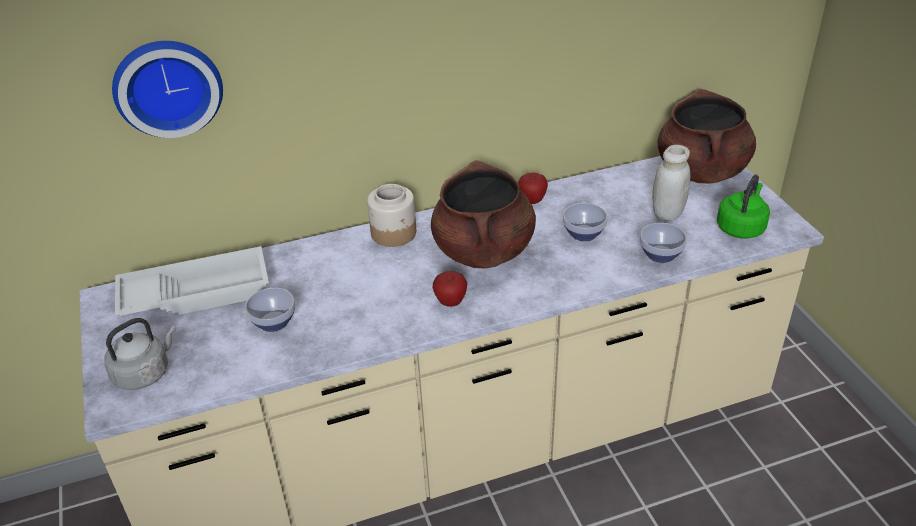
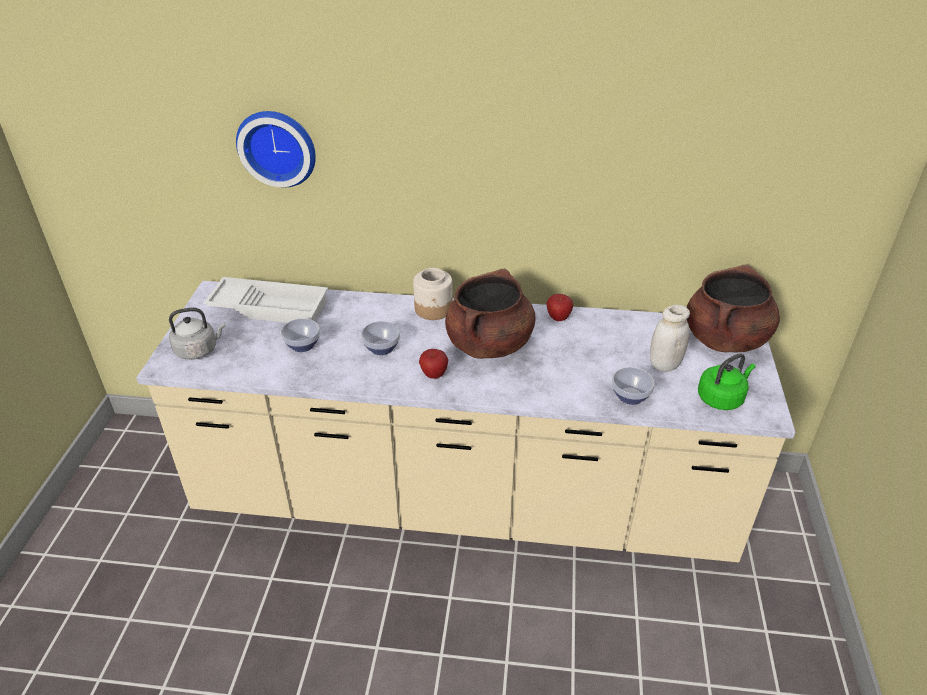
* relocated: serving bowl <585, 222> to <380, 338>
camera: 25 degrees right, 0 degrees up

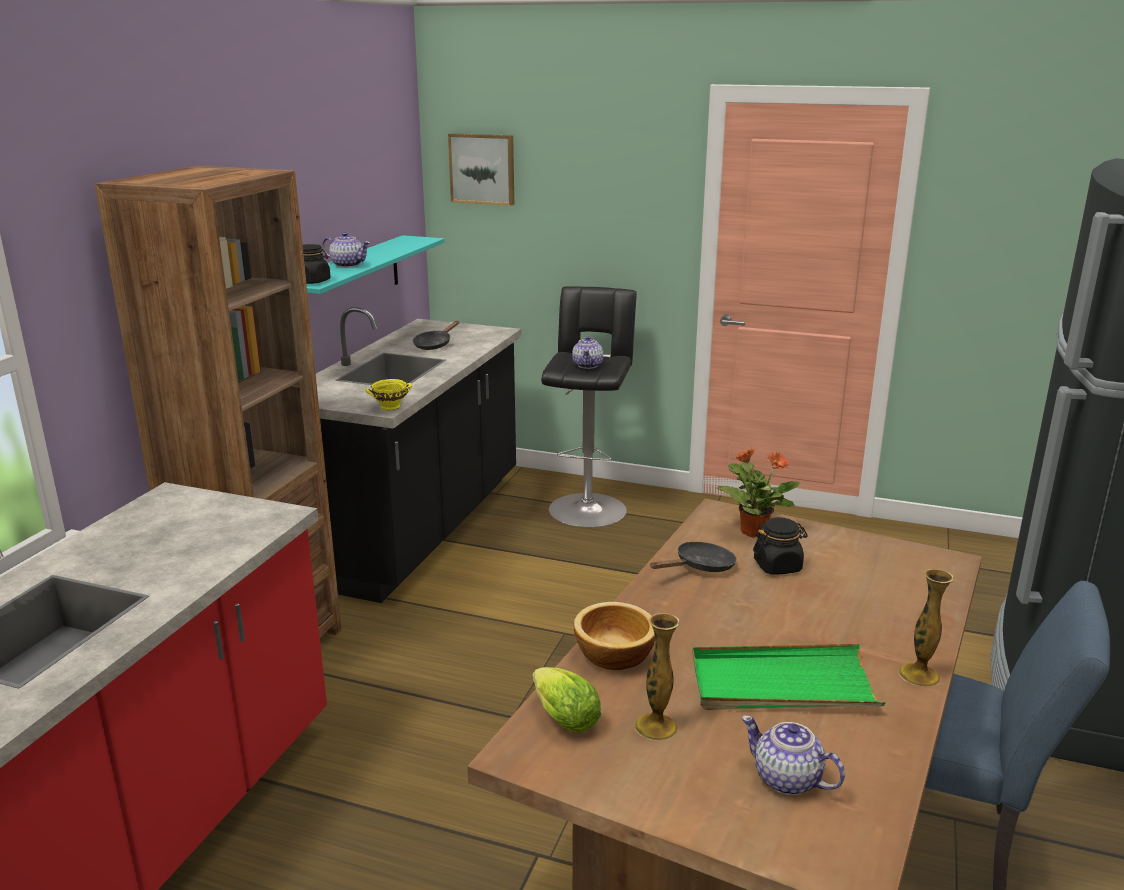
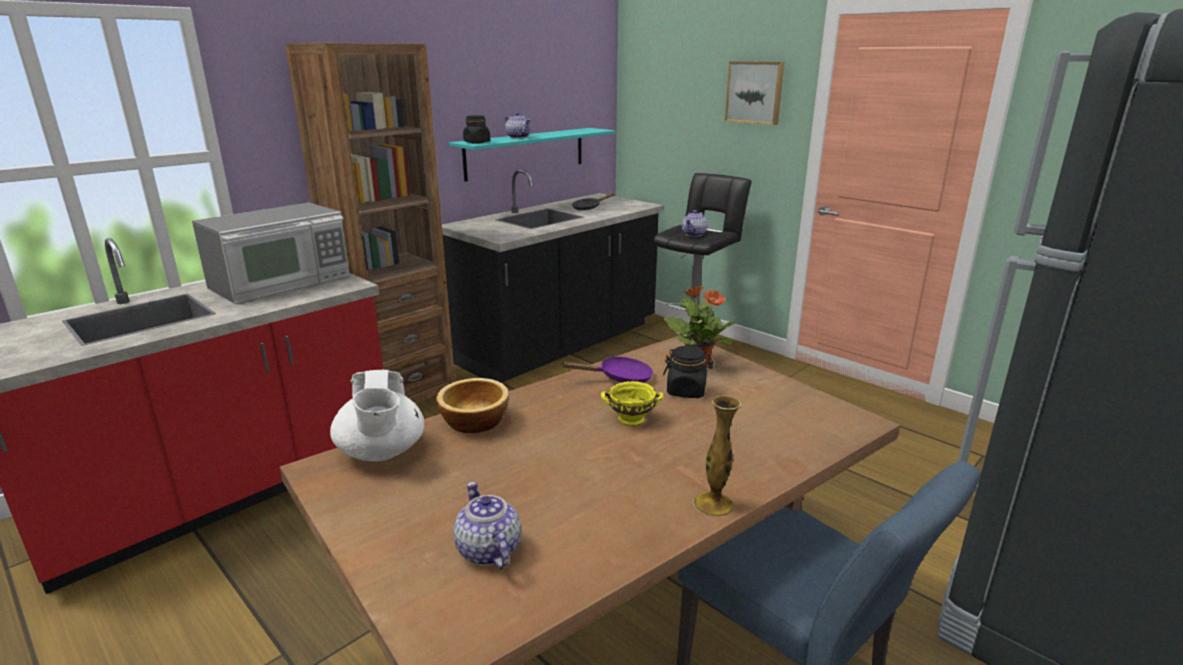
* appeared: microwave <271, 253>
* exchanged: lettuce head <567, 700> to white teapot <377, 416>
* colour: black skillet <693, 557> to purple-coloured skillet <607, 369>
* relocated: yellow serving bowl <388, 394> to <632, 403>
* relocated: picture <481, 169> to <754, 93>
* missing: flower vase <657, 676>
* missing: green tray <789, 676>
camera: 25 degrees right, 0 degrees up

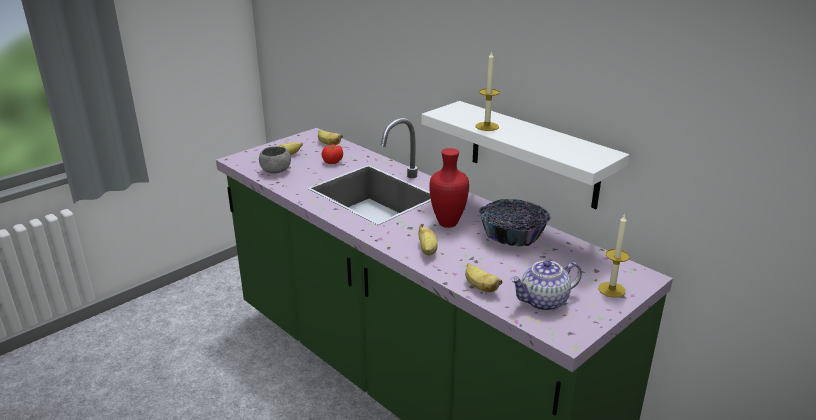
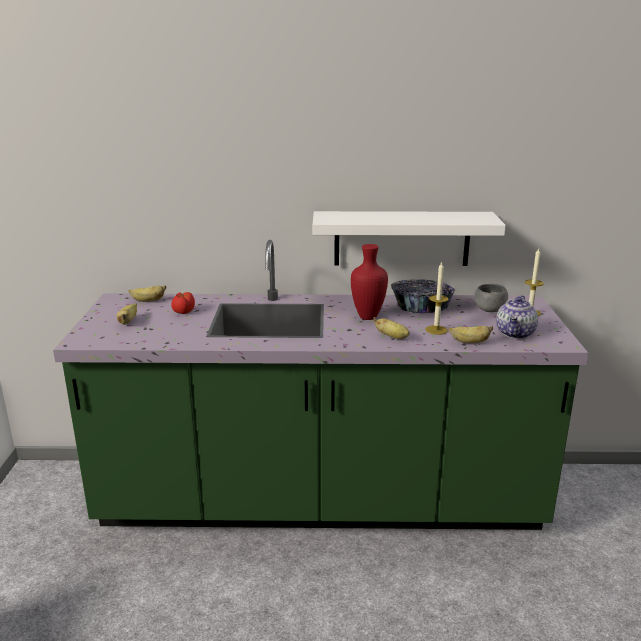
* relocated: wax candle <487, 91> to <437, 298>
* relocated: grey serving bowl <275, 159> to <491, 298>
camera: 45 degrees left, 5 degrees down

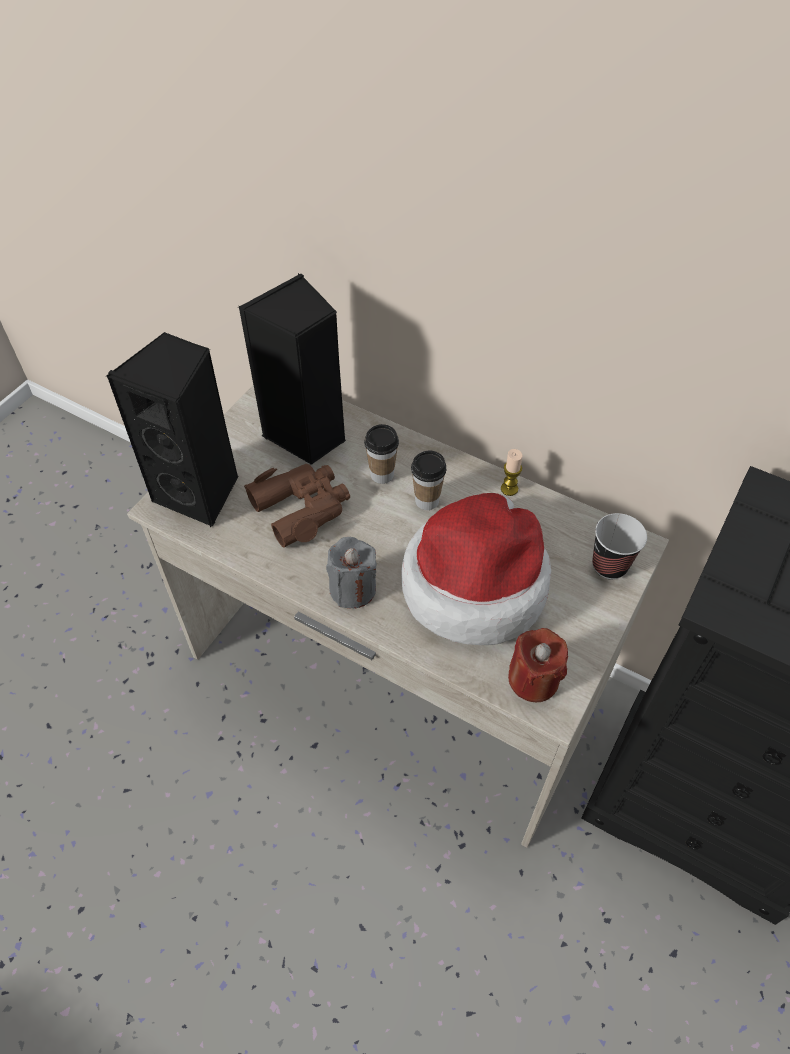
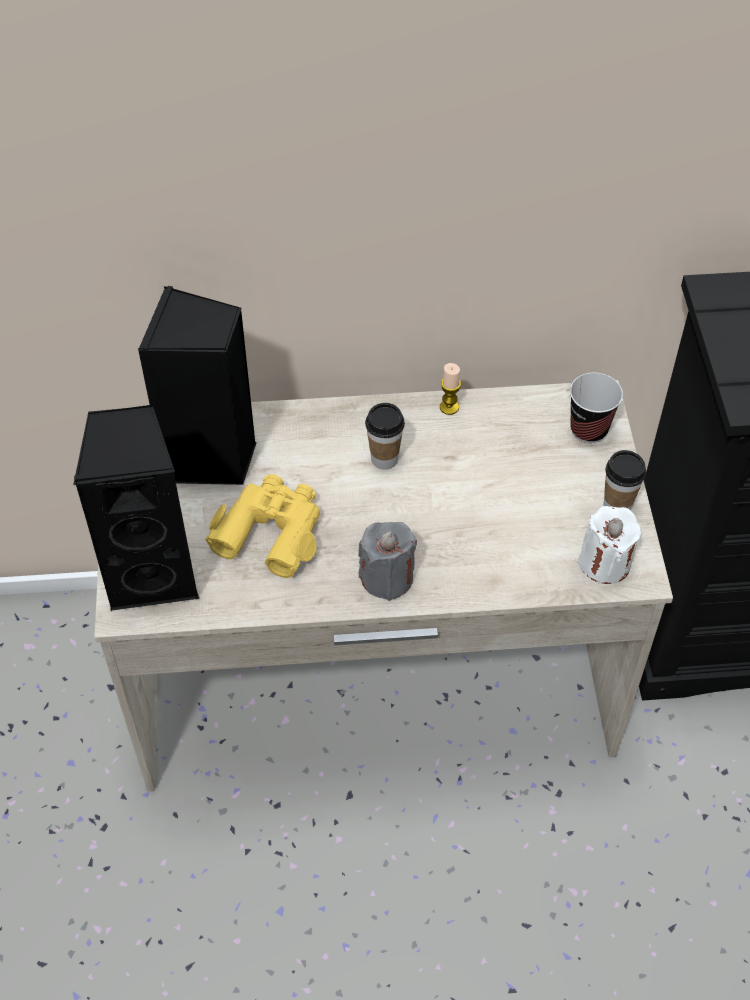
* colour: brownish field glasses <297, 506> to yellow field glasses <262, 526>
* colour: red wax candle <538, 665> to white wax candle <610, 545>
* relocated: small cup <381, 454> to <625, 480>
* missing: hat <476, 569>
camera: 35 degrees left, 0 degrees up

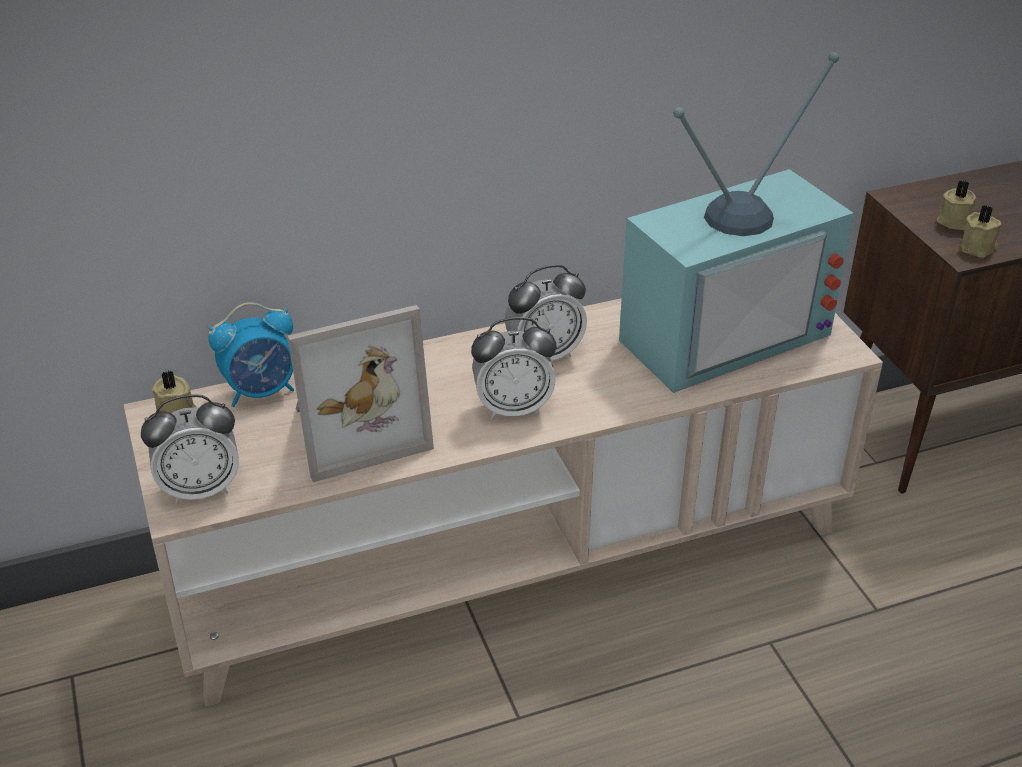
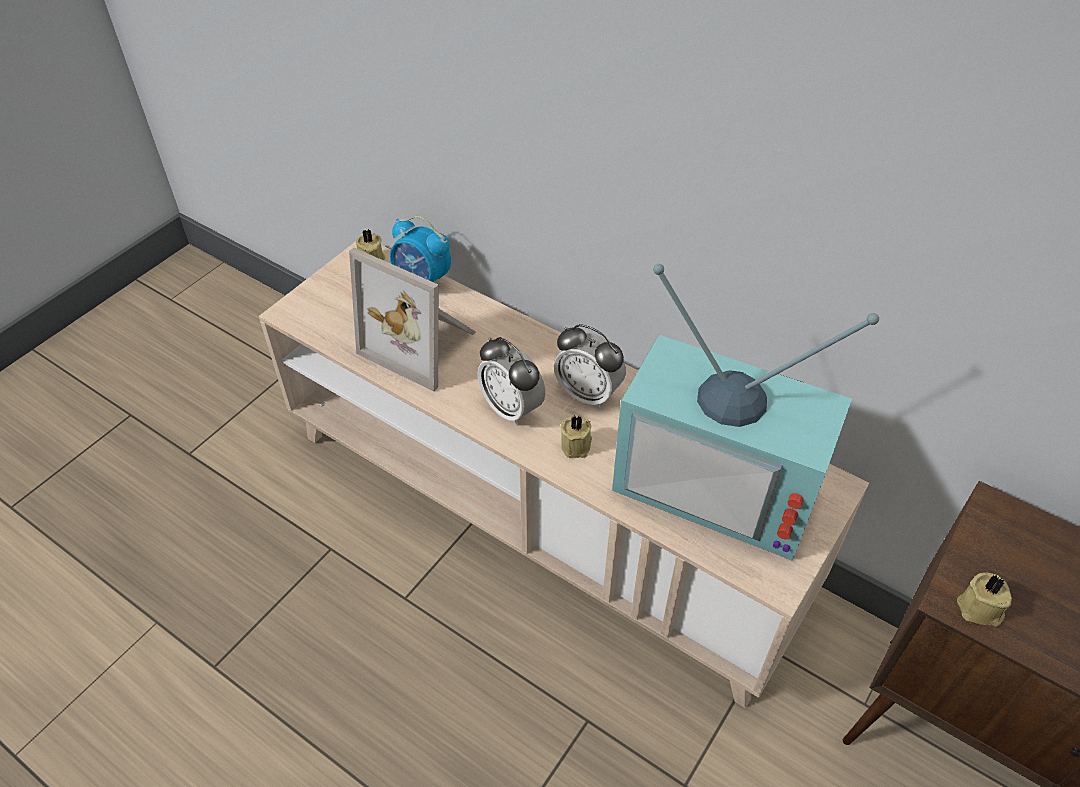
* relocated: beige wax candle <956, 205> to <576, 436>
* missing: table clock <190, 449>
camera: 55 degrees right, 10 degrees up

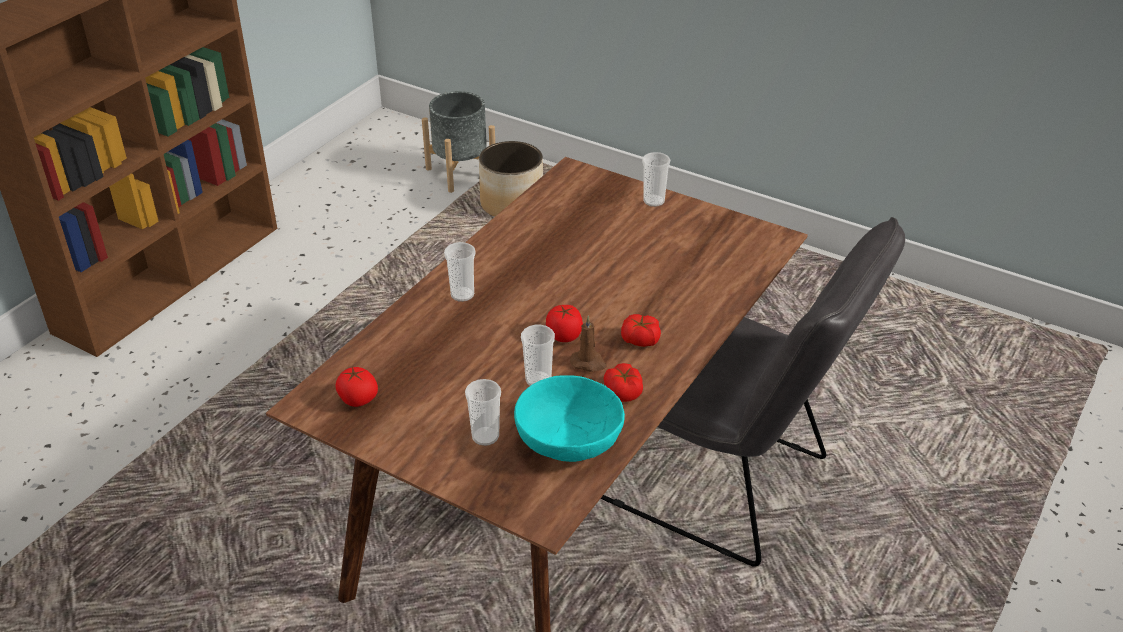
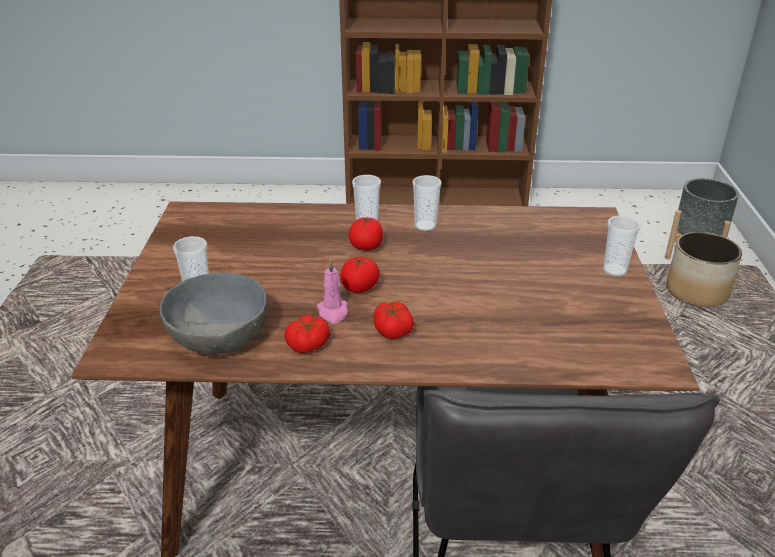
* colour: blue-green serving bowl <569, 418> to grey serving bowl <213, 313>
* colour: brownish wax candle <588, 343> to pink wax candle <332, 291>
* relocated: tomato <356, 386> to <366, 234>
* relocated: small cup <538, 355> to <427, 203>
camera: 60 degrees right, 5 degrees down

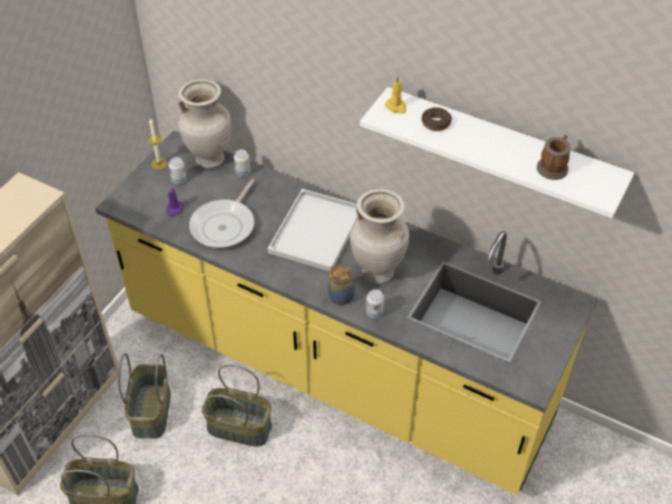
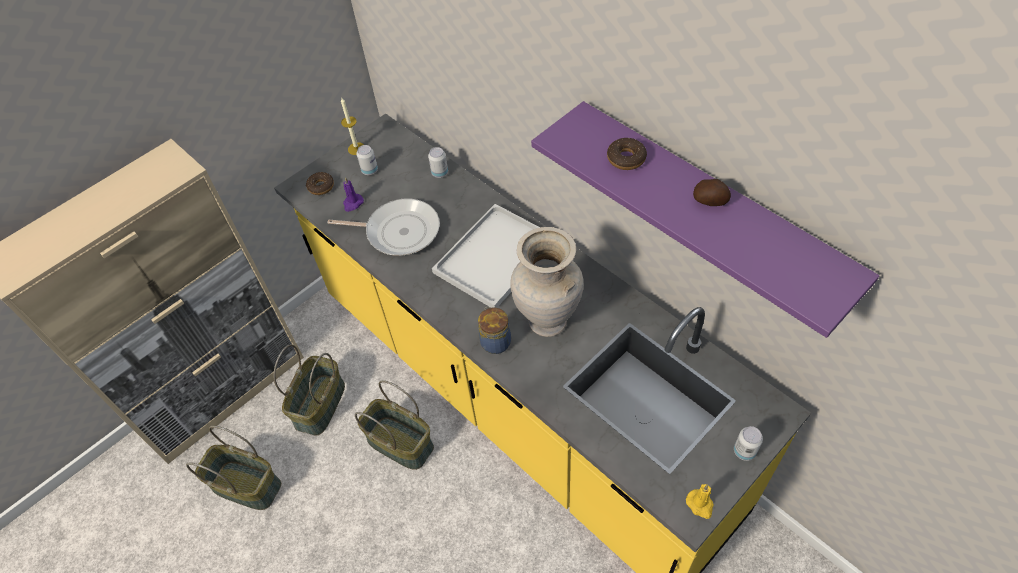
* appeared: ring doughnut <320, 183>
* spun: skillet <222, 213> = <384, 227> 120 degrees counterclockwise
* colour: white shelf <497, 152> to purple-coloured shelf <705, 219>
* relocated: yellow wax candle <395, 95> to <700, 501>
* appeared: potato <712, 192>
* relocated: can <375, 303> to <748, 443>
* missing: beige flower vase <204, 123>
* missing: mug <554, 157>
camera: 20 degrees right, 5 degrees up

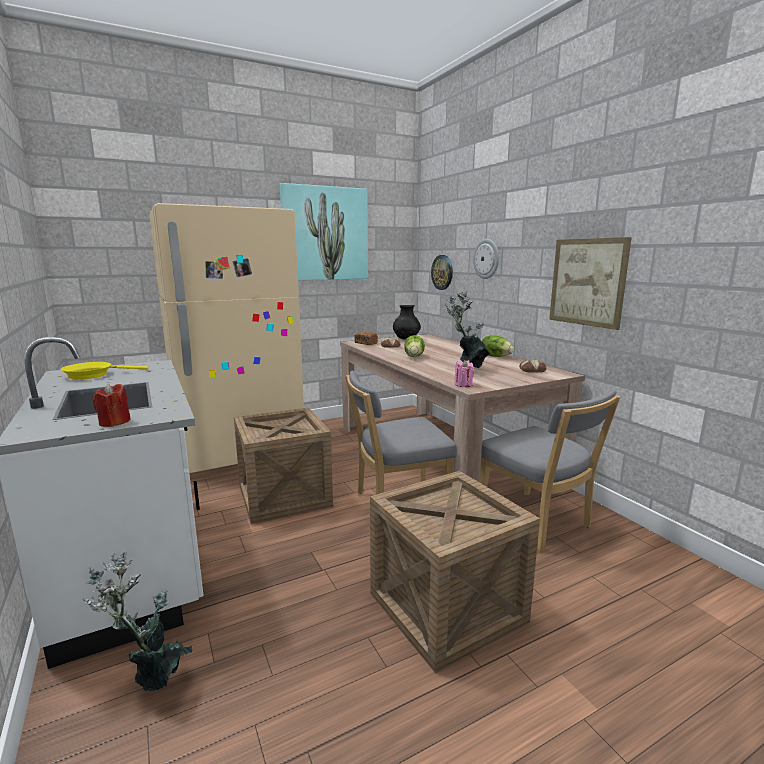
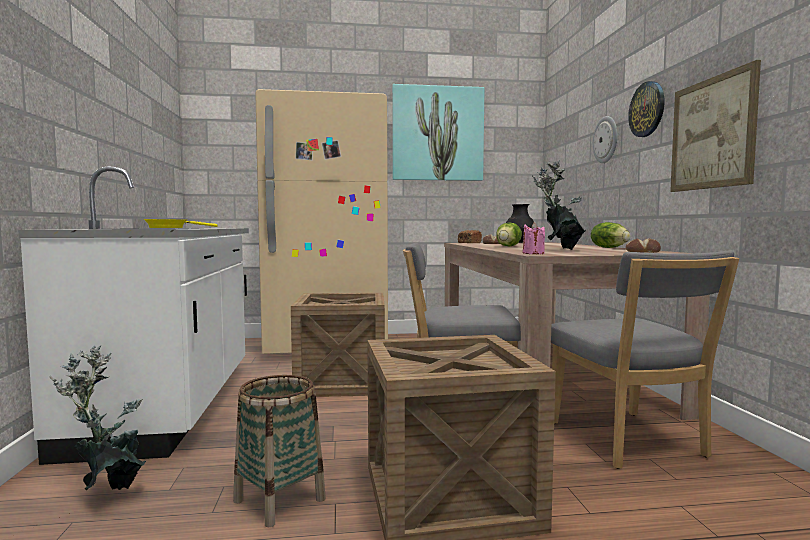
* appeared: storage basket <279, 451>
* relocated: wall clock <442, 272> to <646, 109>
* missing: red wax candle <112, 405>
camera: 20 degrees right, 10 degrees down

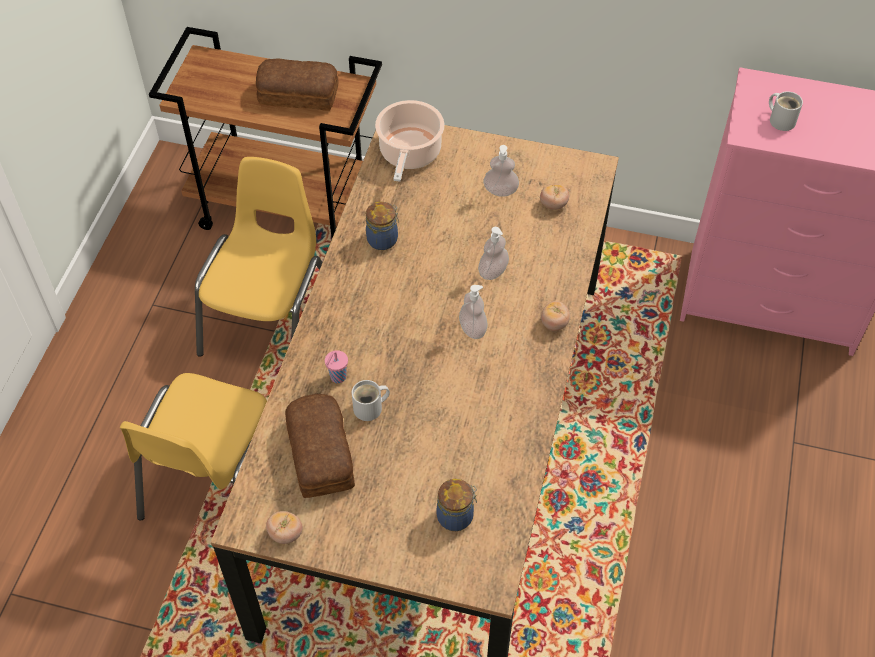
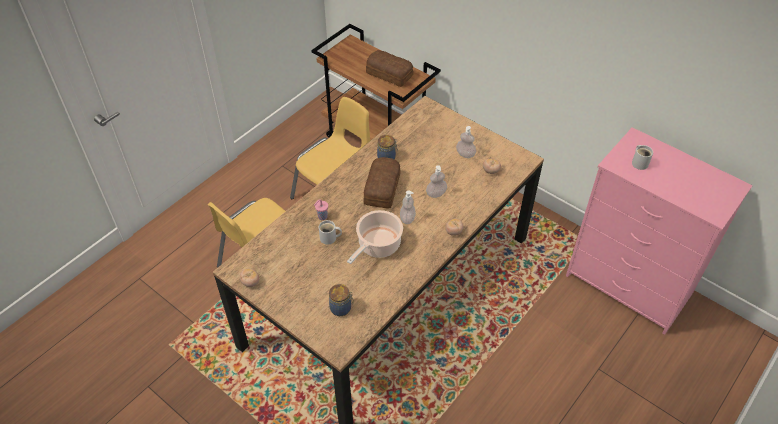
* relocated: stockpot <410, 141> to <375, 237>
* relocated: bread <320, 446> to <382, 182>
camera: 25 degrees right, 5 degrees down

